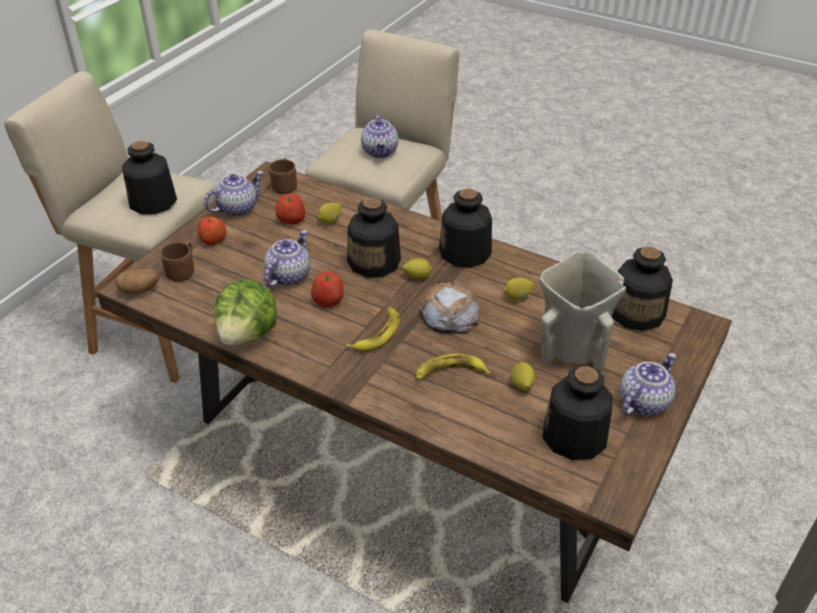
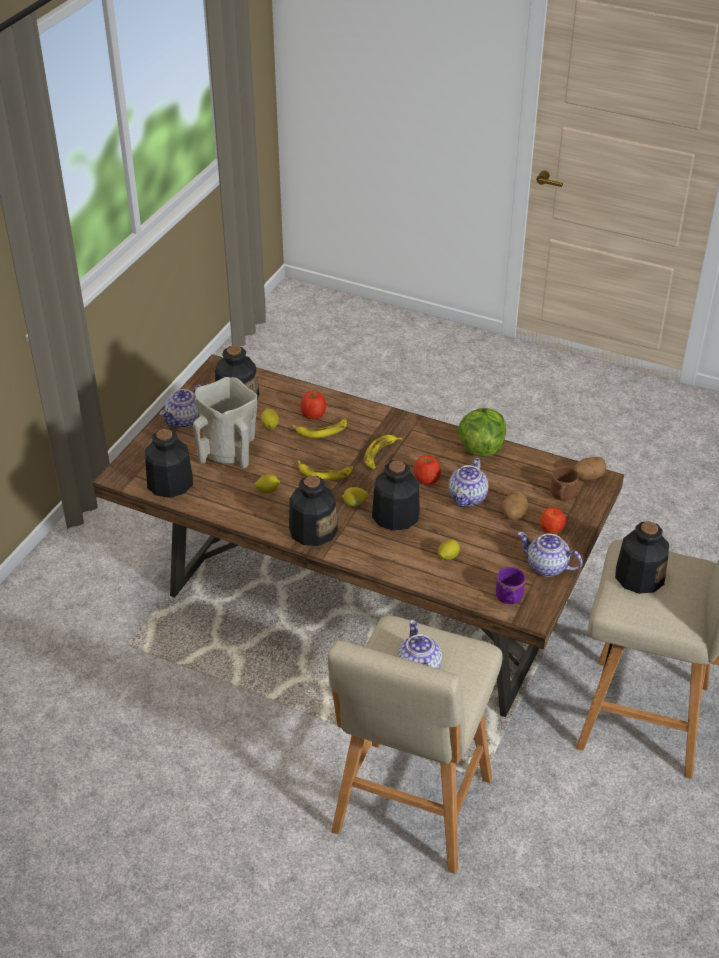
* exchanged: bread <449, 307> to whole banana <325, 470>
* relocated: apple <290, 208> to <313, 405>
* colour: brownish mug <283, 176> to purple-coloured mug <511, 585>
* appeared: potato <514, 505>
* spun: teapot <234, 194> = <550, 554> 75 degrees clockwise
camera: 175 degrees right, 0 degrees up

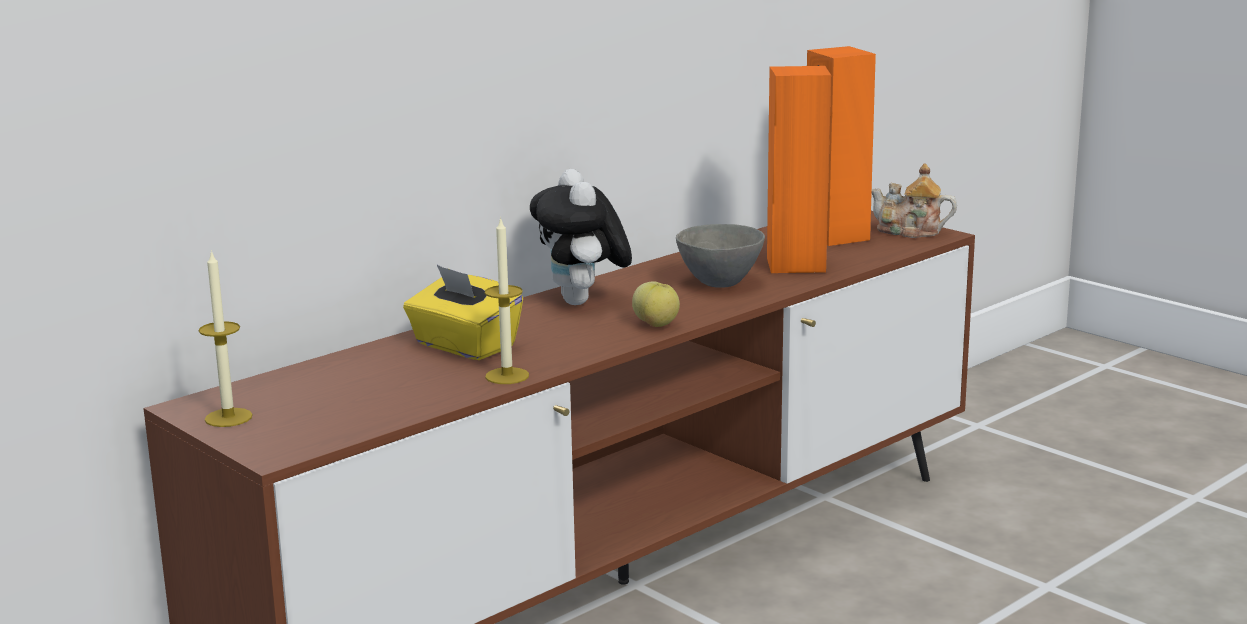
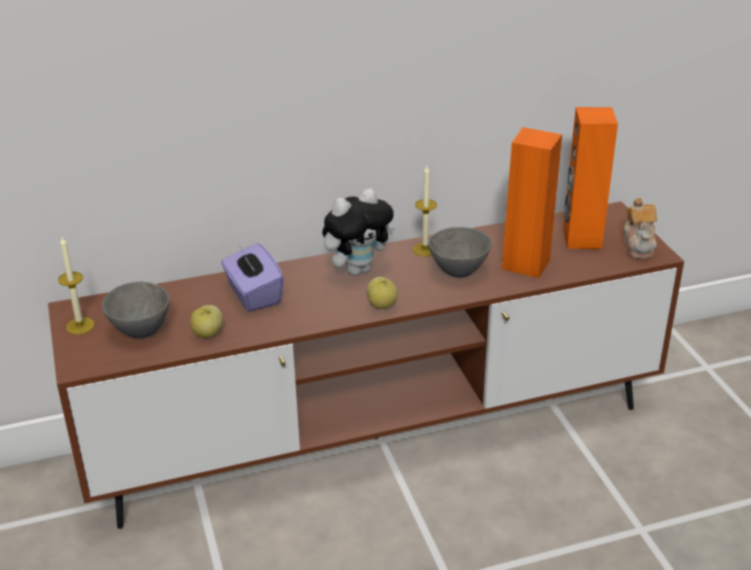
* appeared: grey serving bowl <135, 310>
* appeared: apple <206, 321>
* colour: yellow box of tissues <463, 312> to purple-coloured box of tissues <252, 277>
* spun: soft toy <581, 237> = <358, 232> 135 degrees counterclockwise
* relocated: wax candle <507, 300> to <425, 211>
* spun: teapot <914, 200> = <640, 228> 135 degrees counterclockwise
camera: 25 degrees right, 15 degrees up

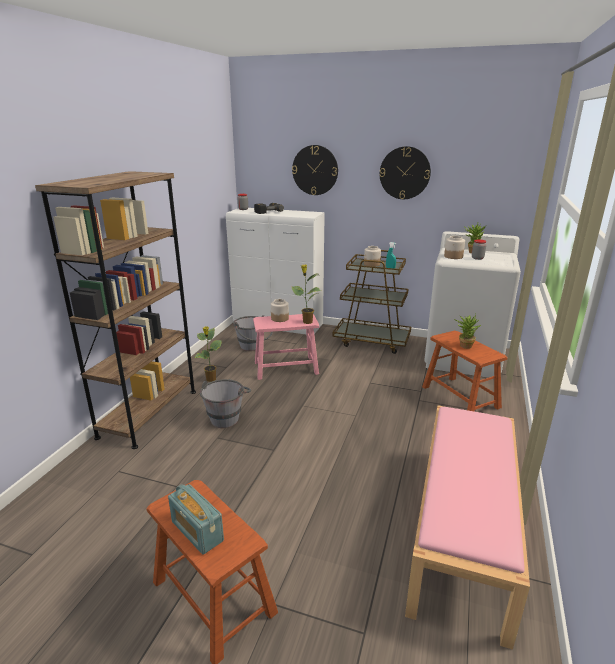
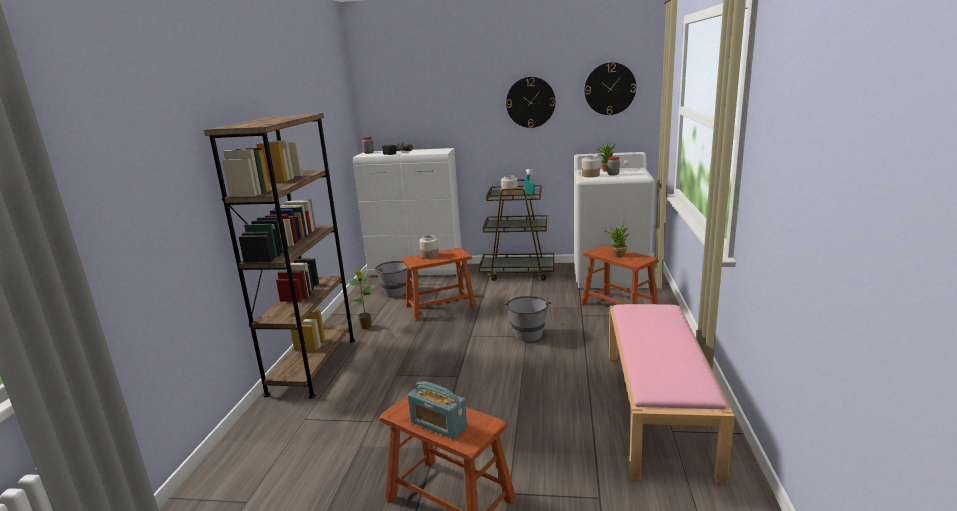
* colour: pink stool <286, 347> to brownish stool <439, 284>
* relocated: grey pail <225, 403> to <527, 319>
* relocated: wall clock <315, 170> to <610, 88>
* missing: plant in a pot <306, 294>
camera: 10 degrees left, 5 degrees down

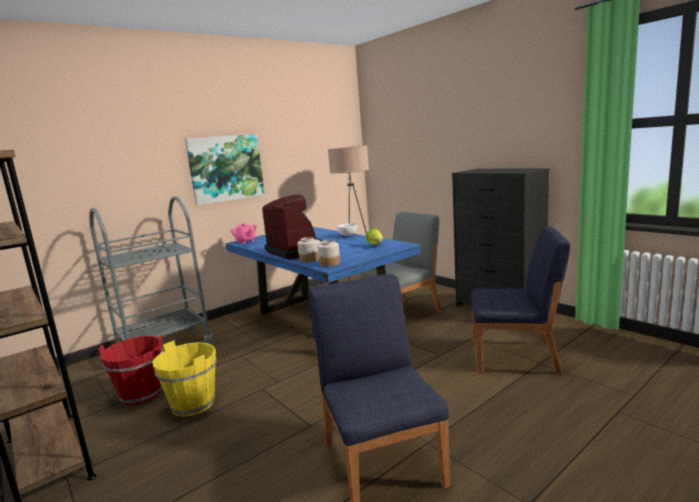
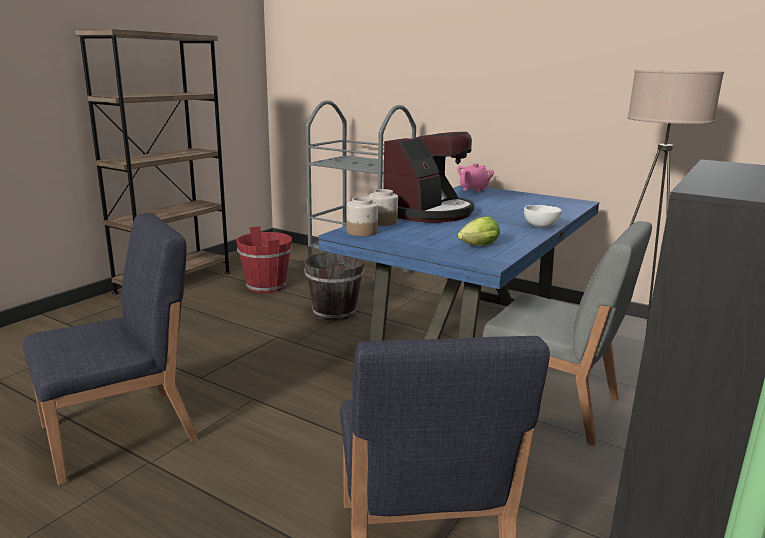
* appeared: brownish pail <334, 286>
* missing: yellow pail <184, 378>
* missing: picture <225, 170>
camera: 70 degrees right, 5 degrees up

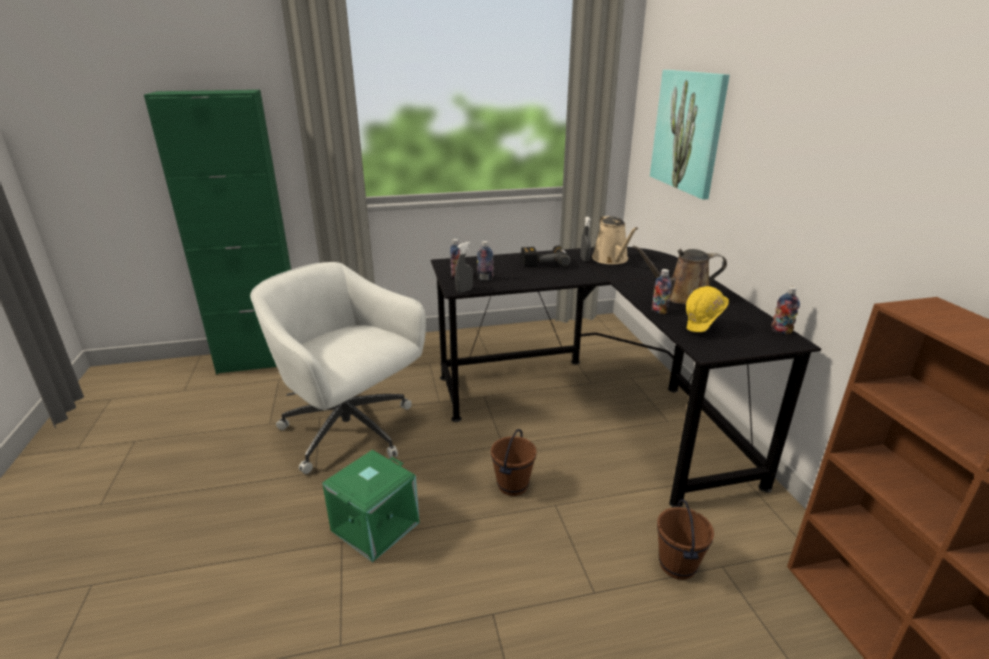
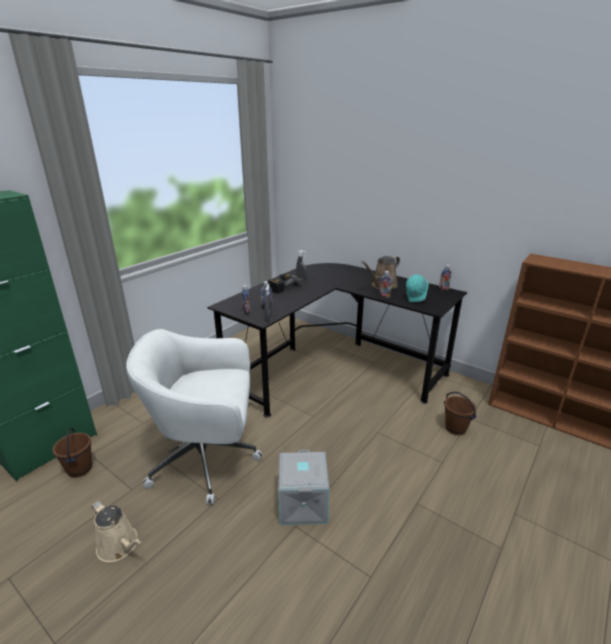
* relocated: brownish pail <514, 462> to <72, 453>
* relocated: beige sprinkling can <615, 239> to <116, 531>
* colour: green storage container <371, 506> to grey storage container <303, 487>
* colour: yellow hard hat <707, 309> to blue-green hard hat <417, 288>
* missing: picture <690, 135>
camera: 40 degrees left, 0 degrees up

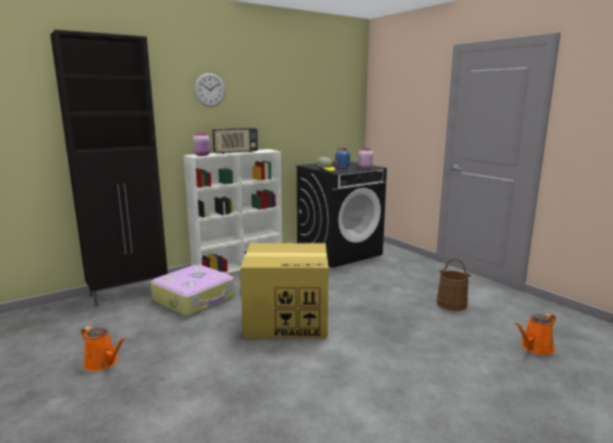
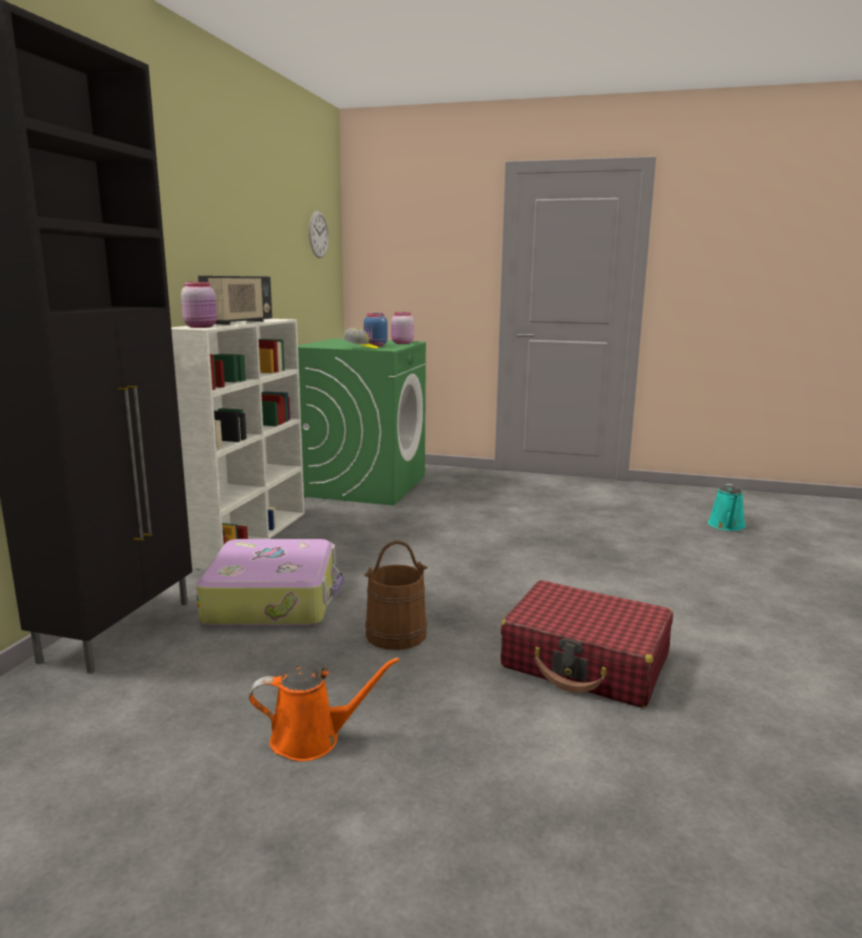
* colour: black washing machine <341, 214> to green washing machine <362, 422>
* relocated: wall clock <209, 90> to <319, 234>
* relocated: brownish pail <454, 285> to <395, 595>
* appeared: red piece of luggage <586, 644>
* colour: orangey sprinkling can <535, 334> to blue-green sprinkling can <727, 507>
* missing: carton <284, 290>
camera: 40 degrees left, 0 degrees up

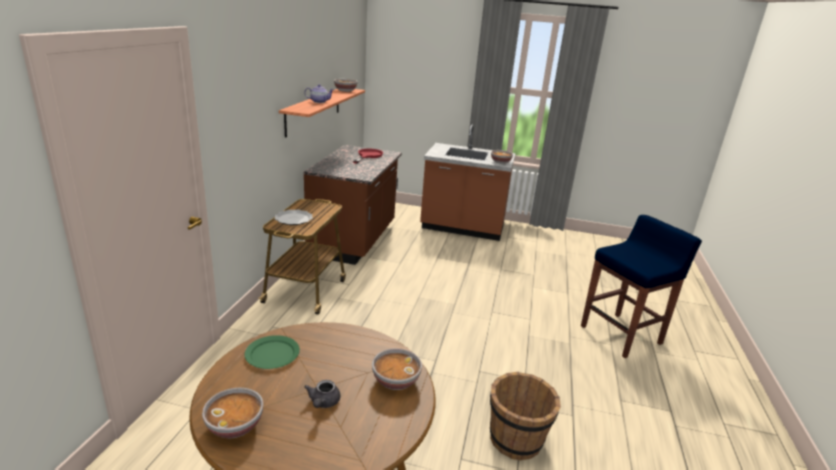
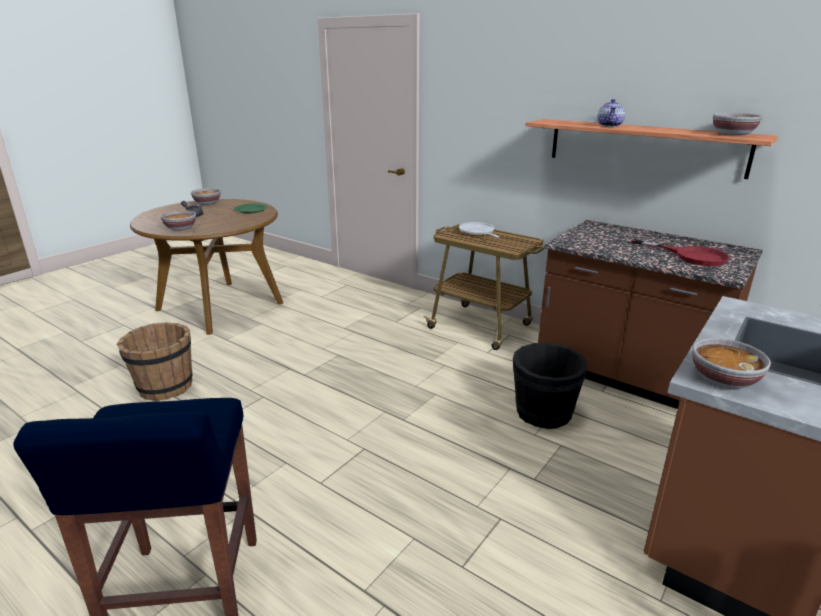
* exchanged: flat dish <294, 217> to skillet <479, 229>
* appeared: black pail <550, 386>
camera: 115 degrees right, 0 degrees up

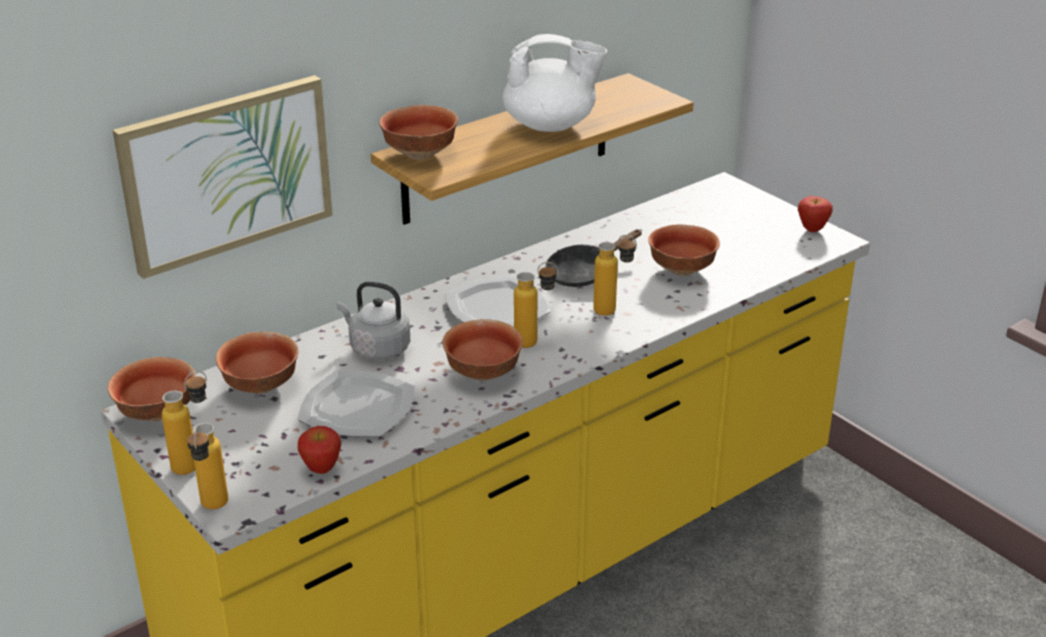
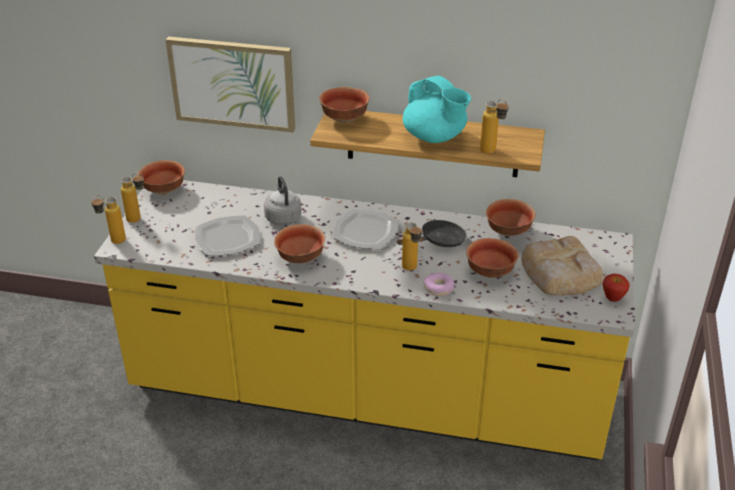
* spun: black skillet <594, 258> = <432, 233> 135 degrees clockwise
* colour: white teapot <555, 83> to blue-green teapot <437, 109>
* appeared: ring doughnut <439, 284>
* relocated: drink bottle <536, 305> to <494, 126>
* relocated: serving bowl <257, 362> to <510, 217>
* appeared: bread <562, 266>
* missing: apple <319, 450>
camera: 50 degrees right, 5 degrees up

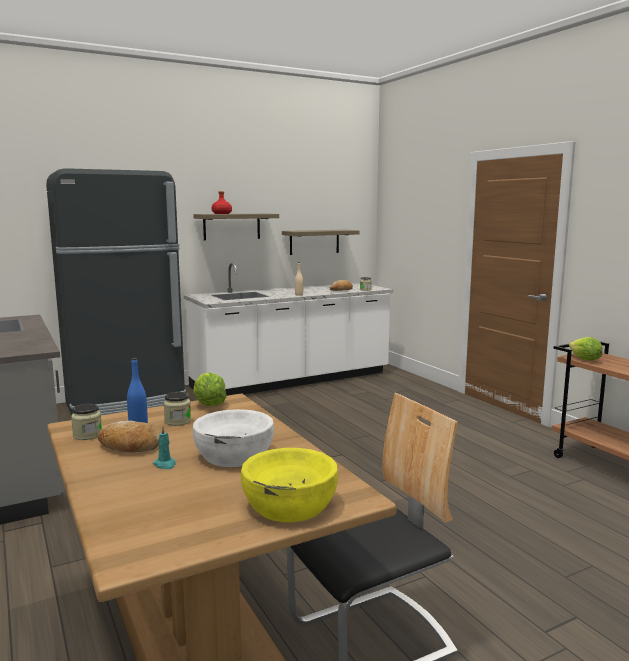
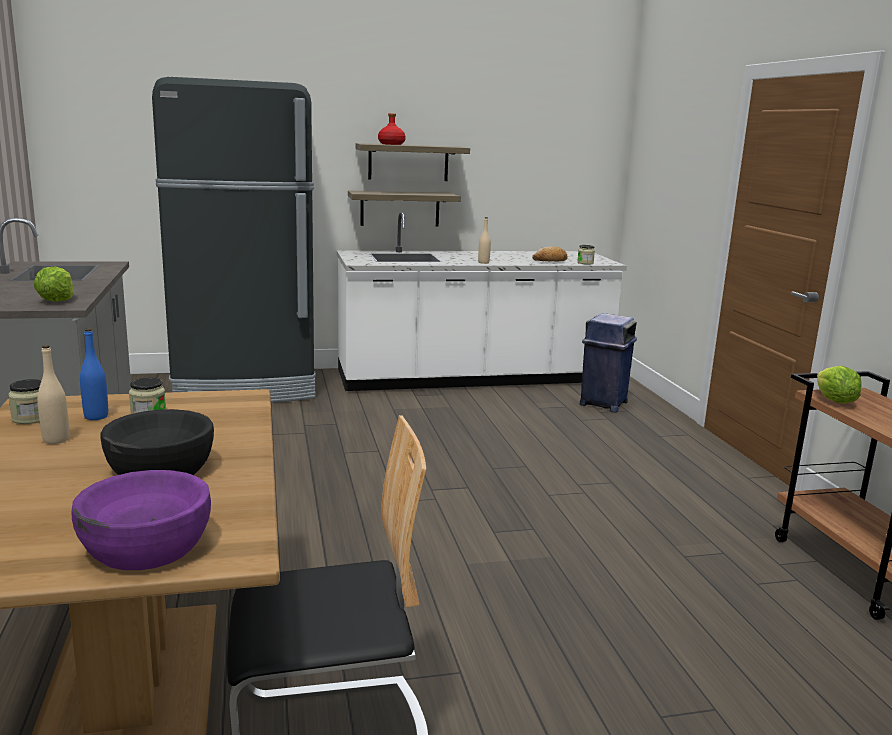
* relocated: lettuce head <210, 389> to <54, 284>
* exchanged: bread <128, 436> to beige drink bottle <53, 394>
* colour: yellow serving bowl <289, 485> to purple-coloured serving bowl <141, 520>
* colour: white serving bowl <233, 438> to black serving bowl <157, 442>
* relocated: shelf <321, 242> to <404, 209>
* appeared: blue rubbish bin <608, 363>
* missing: blue-green wax candle <164, 447>
camera: 15 degrees right, 5 degrees up

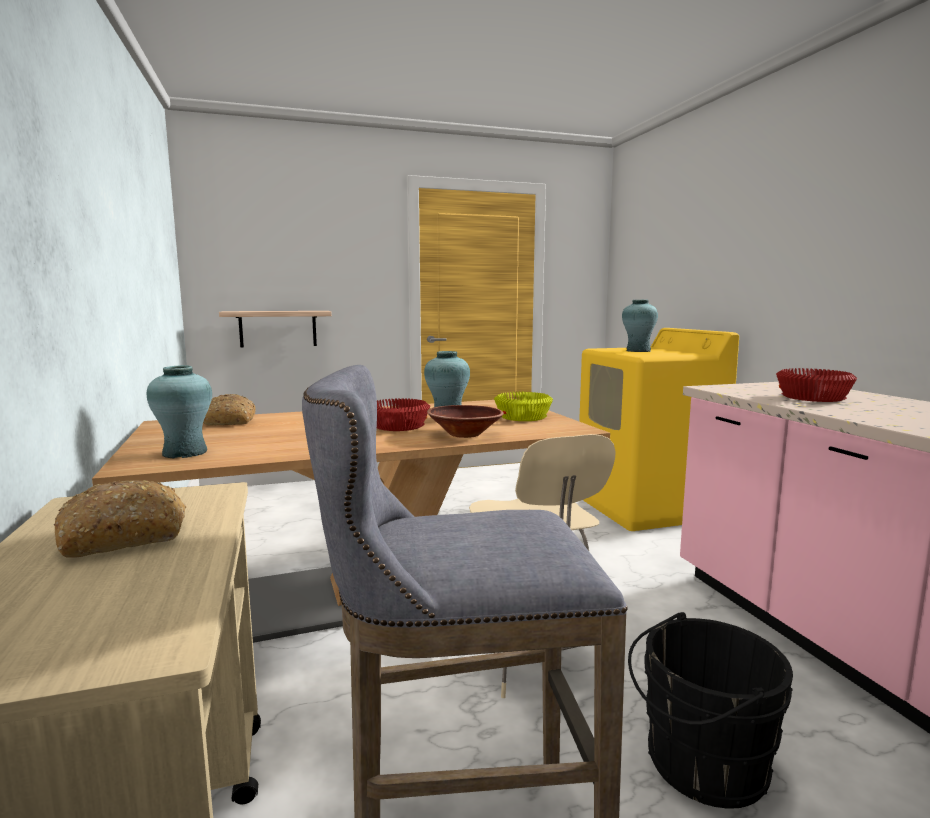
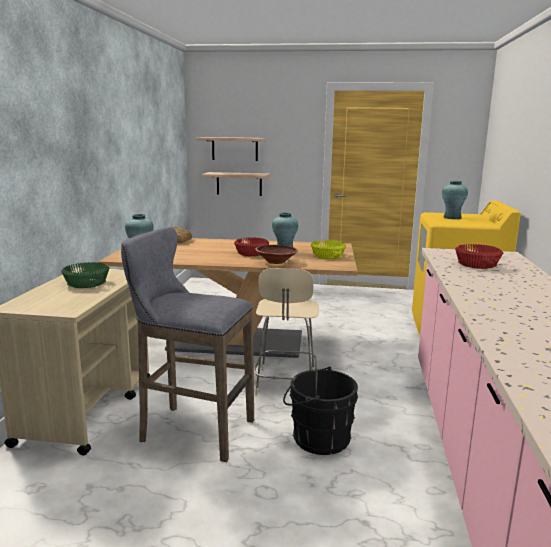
* exchanged: bread <120, 519> to green serving bowl <85, 275>
* appeared: shelf <231, 149>
camera: 25 degrees right, 5 degrees up

